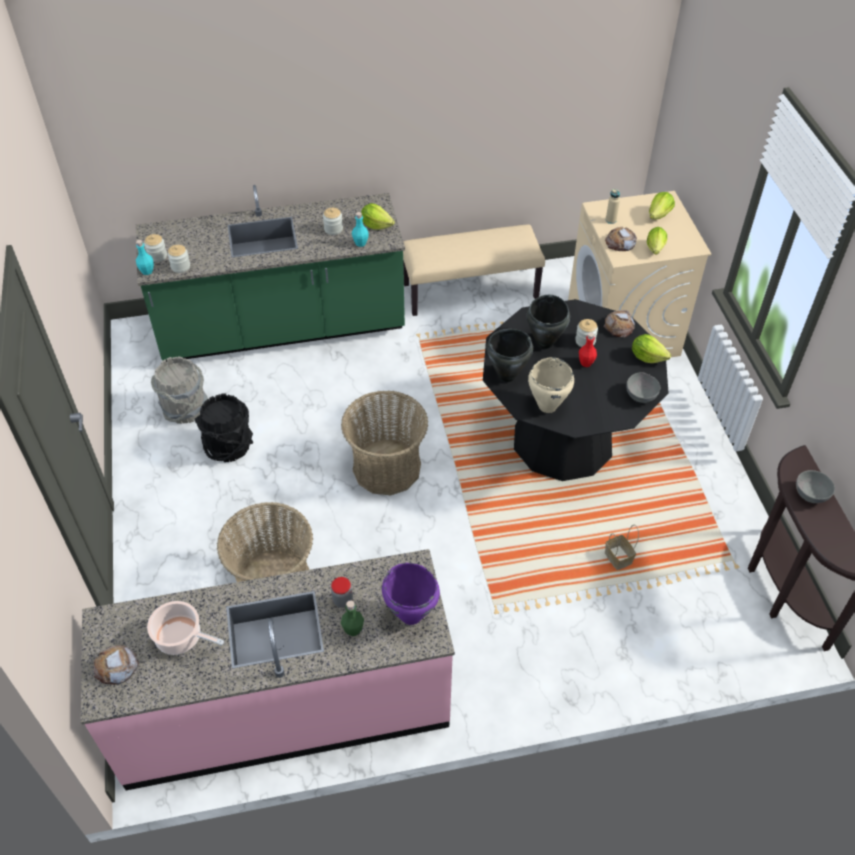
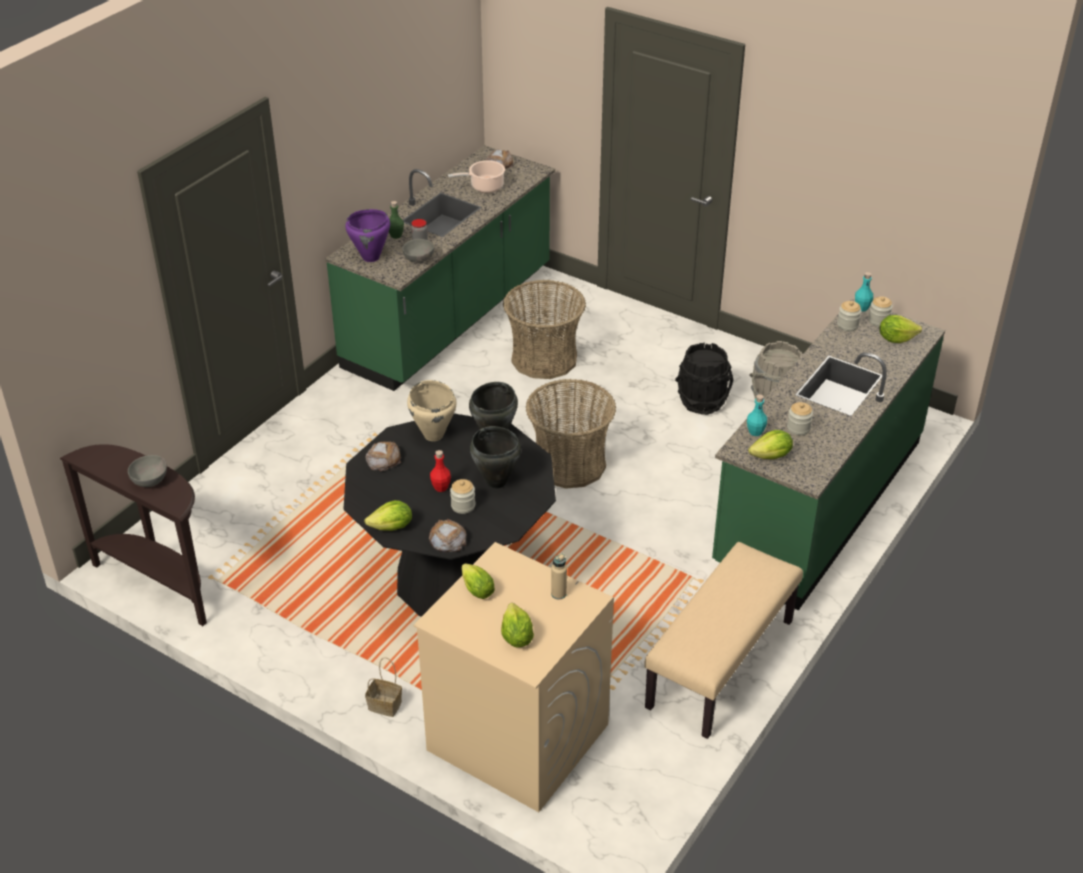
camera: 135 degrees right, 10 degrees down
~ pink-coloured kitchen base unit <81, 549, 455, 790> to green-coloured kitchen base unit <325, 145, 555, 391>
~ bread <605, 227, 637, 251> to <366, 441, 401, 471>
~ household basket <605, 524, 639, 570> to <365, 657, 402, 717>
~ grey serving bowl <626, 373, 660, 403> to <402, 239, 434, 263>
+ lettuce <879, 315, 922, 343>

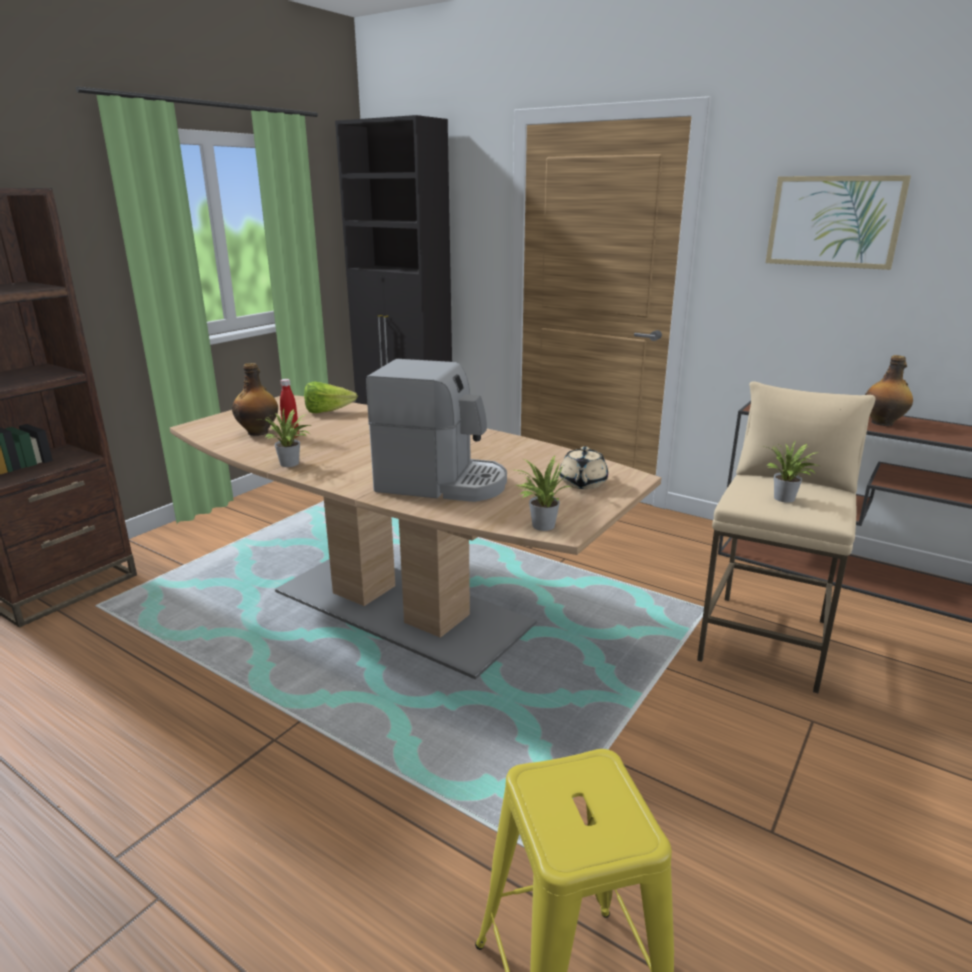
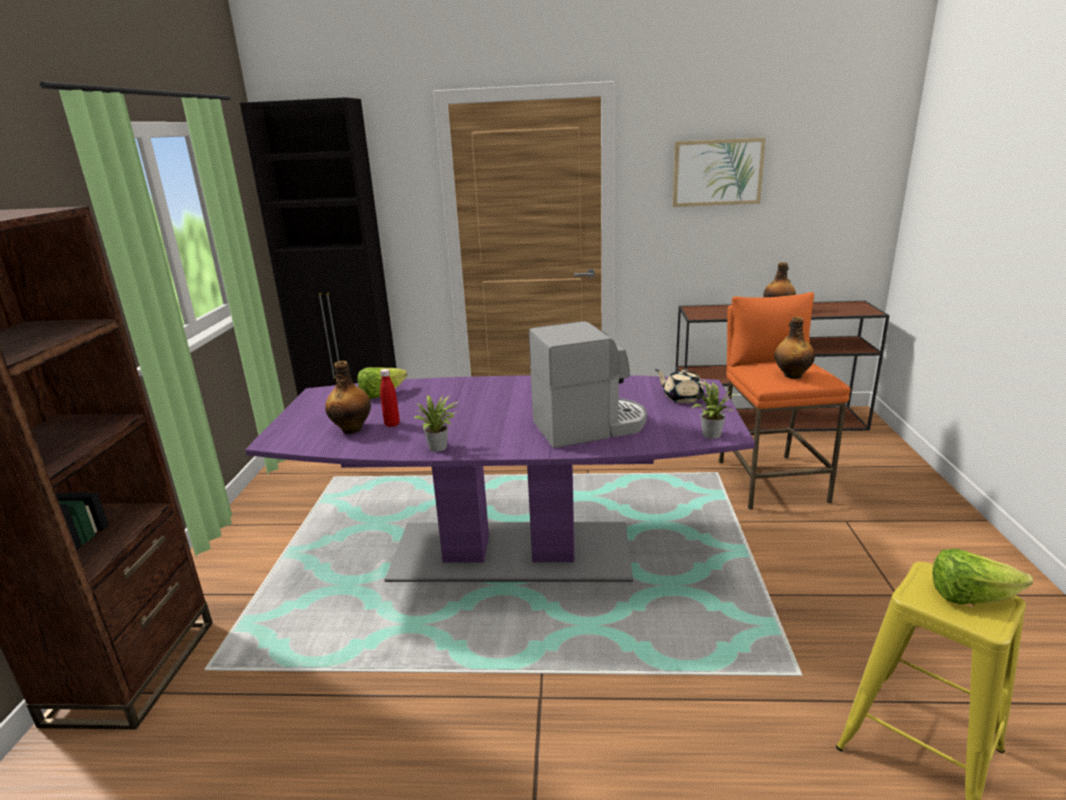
camera: 30 degrees left, 0 degrees up
~ brownish kitchen table <170, 395, 661, 679> to purple-coloured kitchen table <245, 375, 755, 582>
~ beige tea pot <560, 446, 608, 489> = <655, 369, 711, 403> 150 degrees clockwise
~ beige stool <697, 381, 875, 694> to orangey stool <719, 292, 851, 510>
~ potted plant <762, 442, 820, 503> to bottle <774, 317, 815, 379>
+ lettuce <932, 549, 1033, 604>

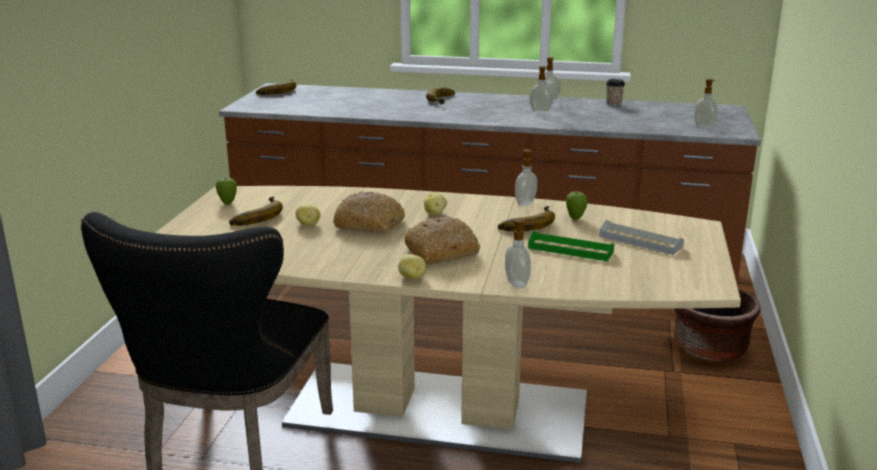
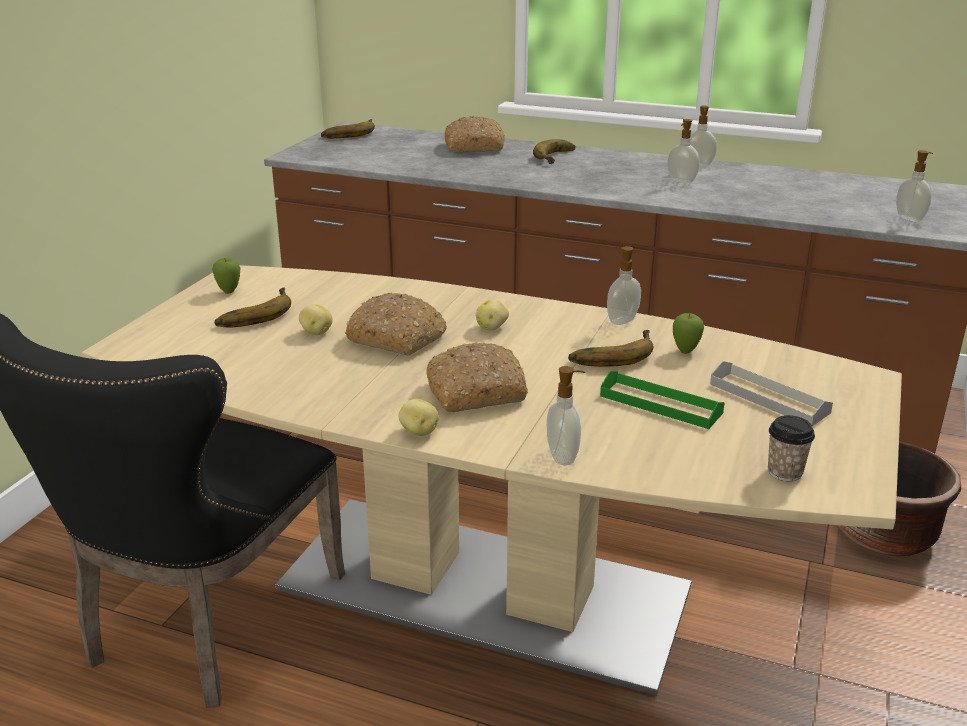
camera: 10 degrees right, 5 degrees up
~ small cup <606, 79, 625, 106> to <768, 415, 815, 481>
+ bread <445, 116, 505, 153>

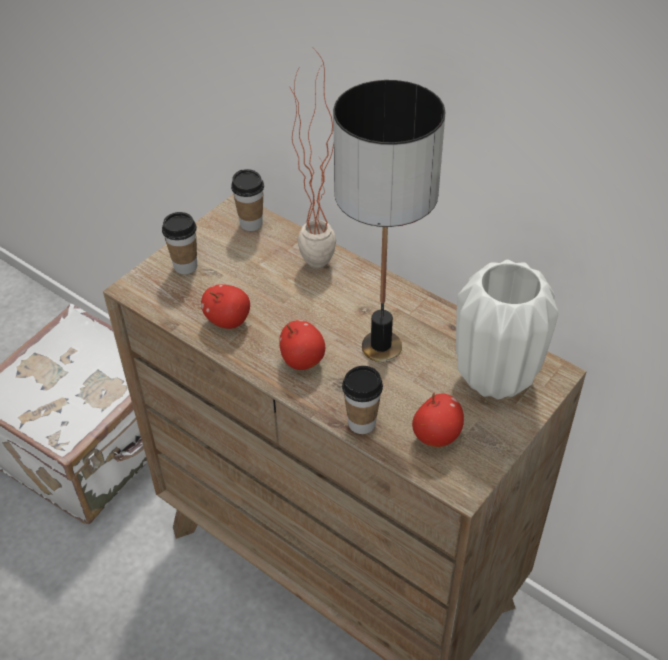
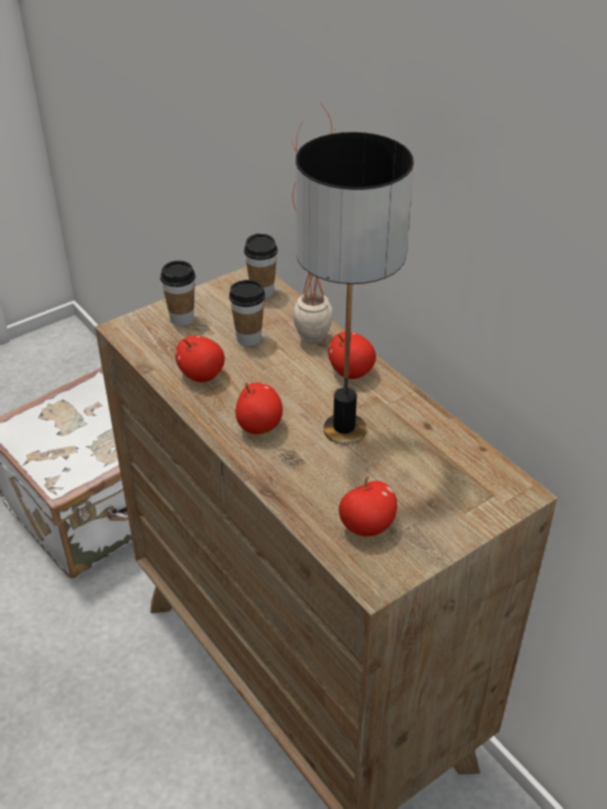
camera: 15 degrees right, 5 degrees down
~ small cup <342, 366, 383, 434> to <229, 280, 265, 346>
- whitish decorative vase <456, 260, 558, 400>
+ apple <328, 332, 376, 379>

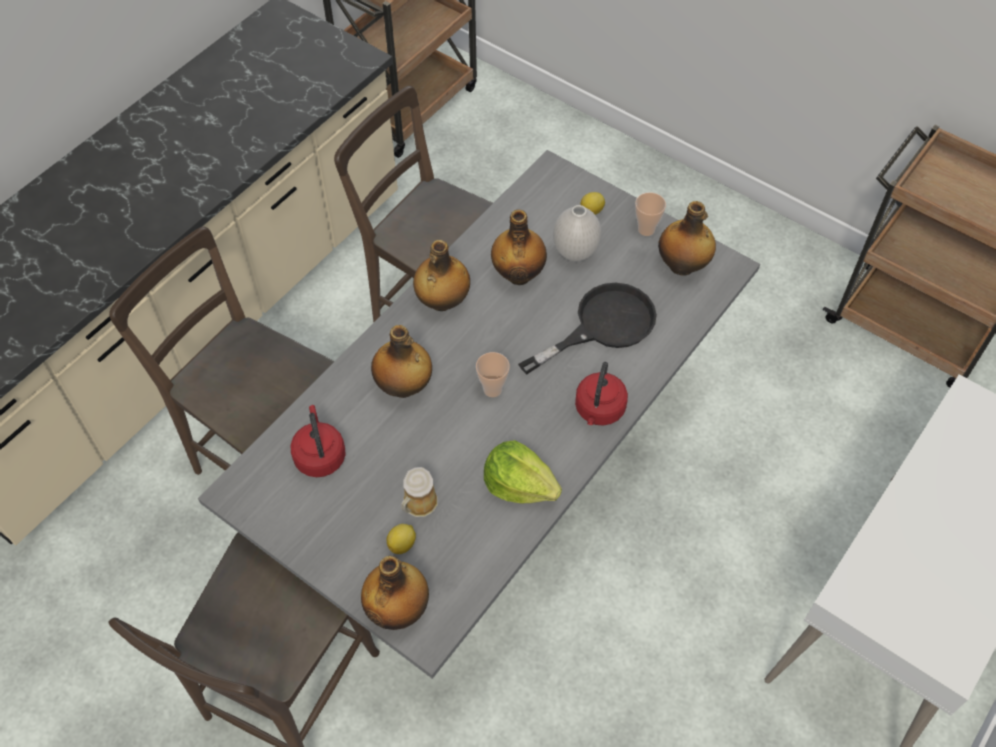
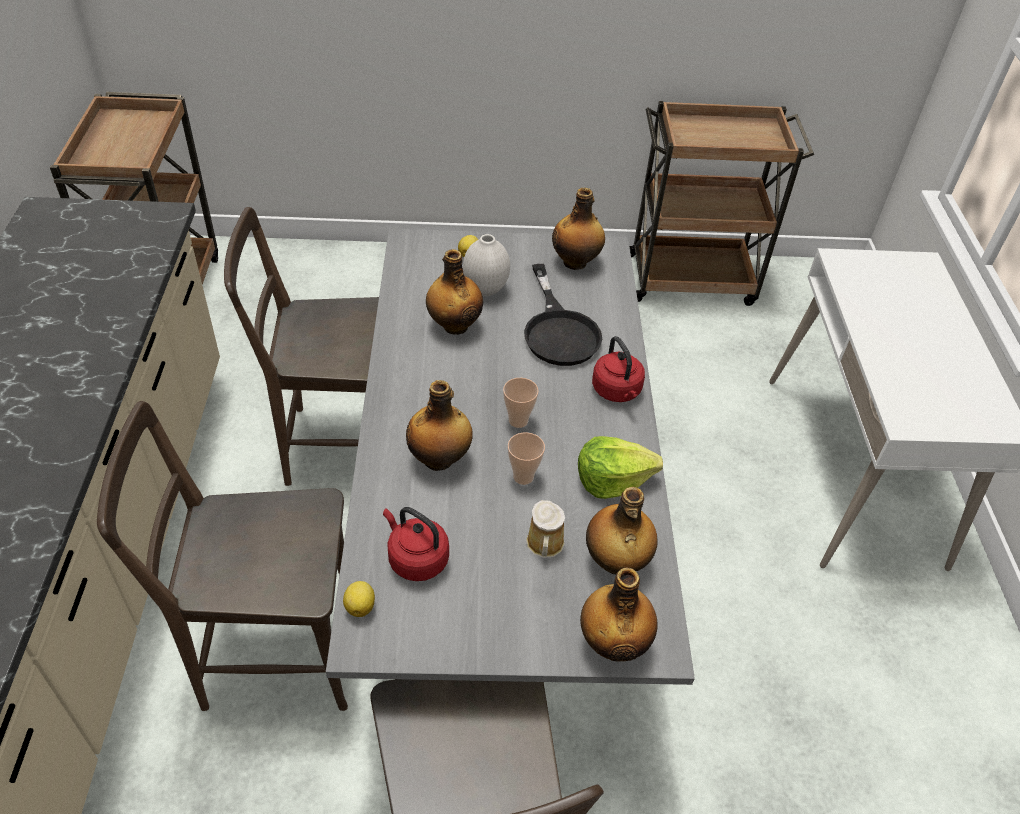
camera: 40 degrees left, 10 degrees down
~ whole lemon <387, 524, 416, 554> to <343, 581, 375, 617>
~ bottle <413, 240, 470, 311> to <586, 487, 658, 574>
~ black-coloured skillet <518, 283, 657, 374> = <524, 264, 602, 366> 150 degrees clockwise
~ small cup <635, 192, 666, 236> to <508, 432, 545, 485>

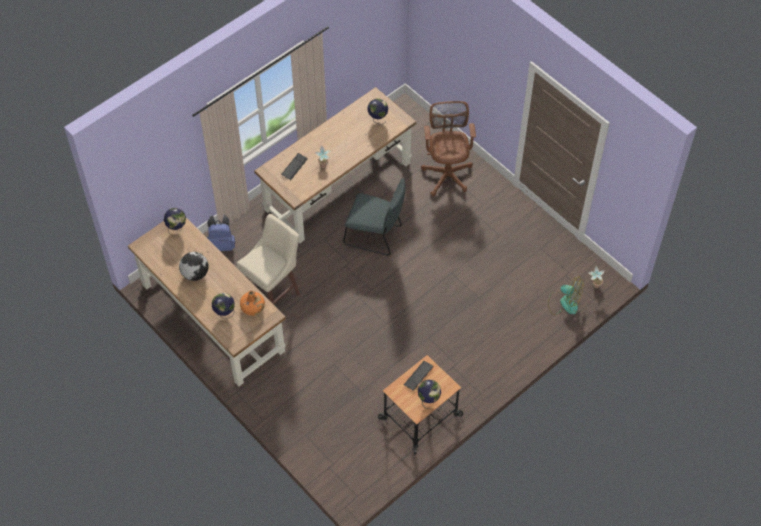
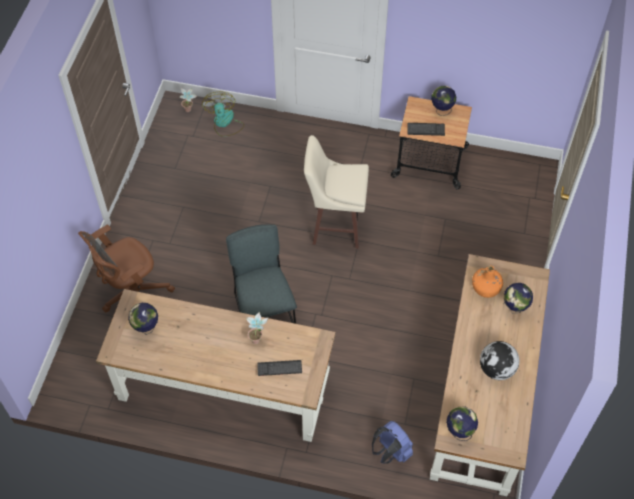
camera: 125 degrees left, 0 degrees up
~ beige stool <236, 214, 300, 304> to <304, 135, 369, 249>

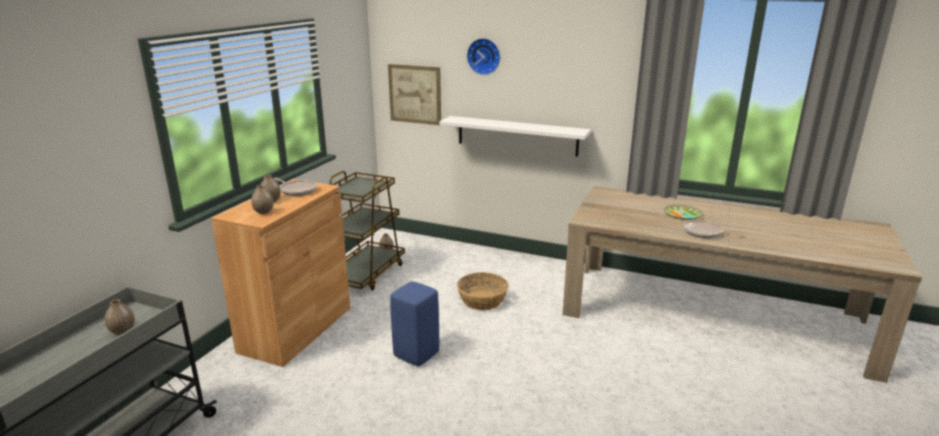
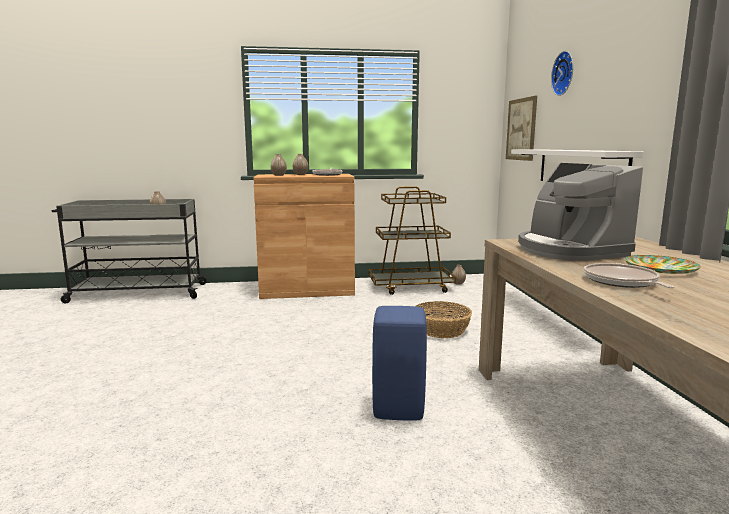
camera: 60 degrees right, 10 degrees down
~ bluish stool <390, 281, 439, 366> to <372, 306, 427, 421>
+ coffee machine <518, 163, 643, 261>

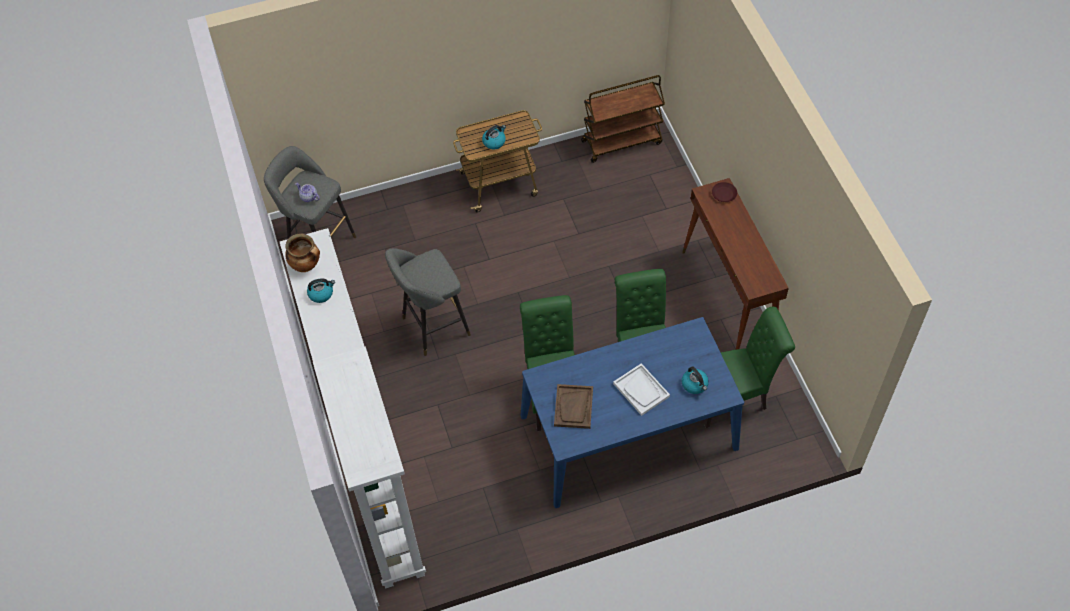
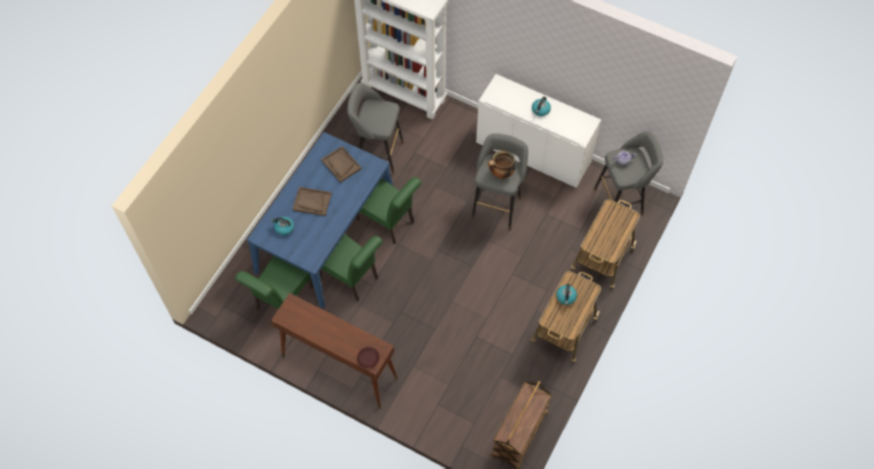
camera: 135 degrees right, 5 degrees up
~ cooking pot <285, 233, 320, 272> to <488, 150, 516, 179>
~ whitish serving tray <613, 363, 670, 416> to brownish serving tray <293, 187, 332, 216>
+ grey stool <347, 83, 404, 175>
+ wheeled cart <571, 200, 640, 289>

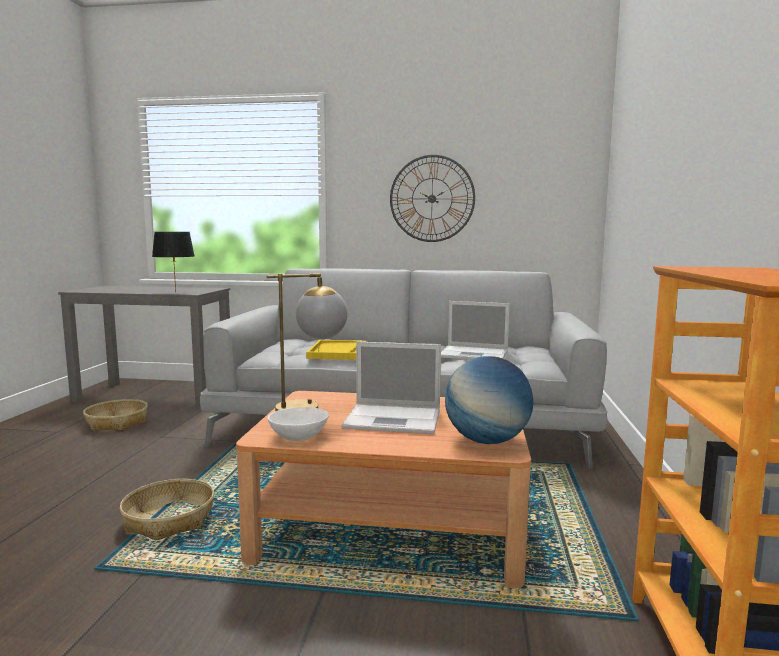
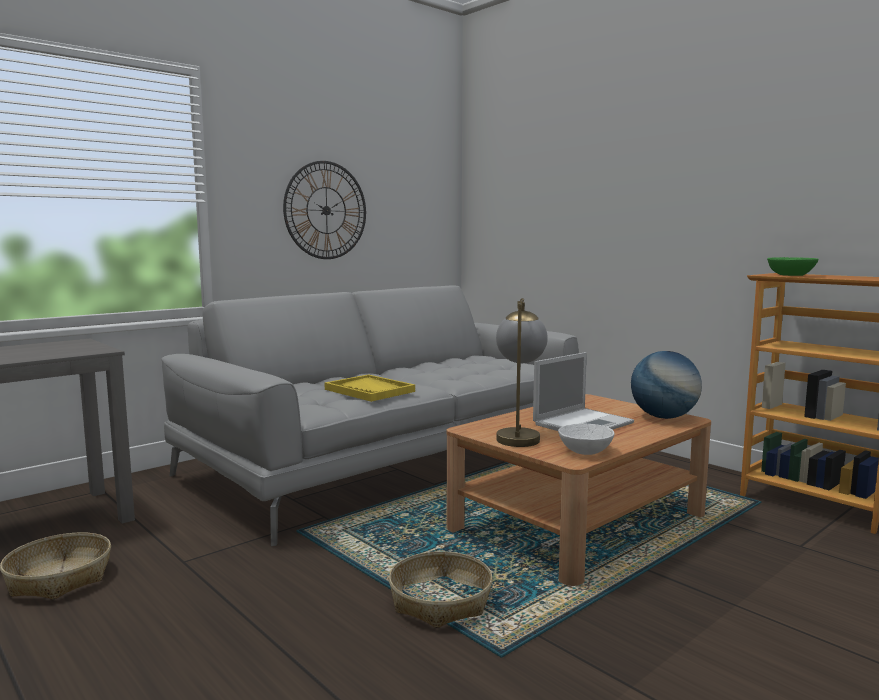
camera: 50 degrees left, 0 degrees up
- black-coloured table lamp <152, 232, 194, 293>
- portable computer <441, 301, 510, 360>
+ green-coloured serving bowl <767, 257, 818, 276>

